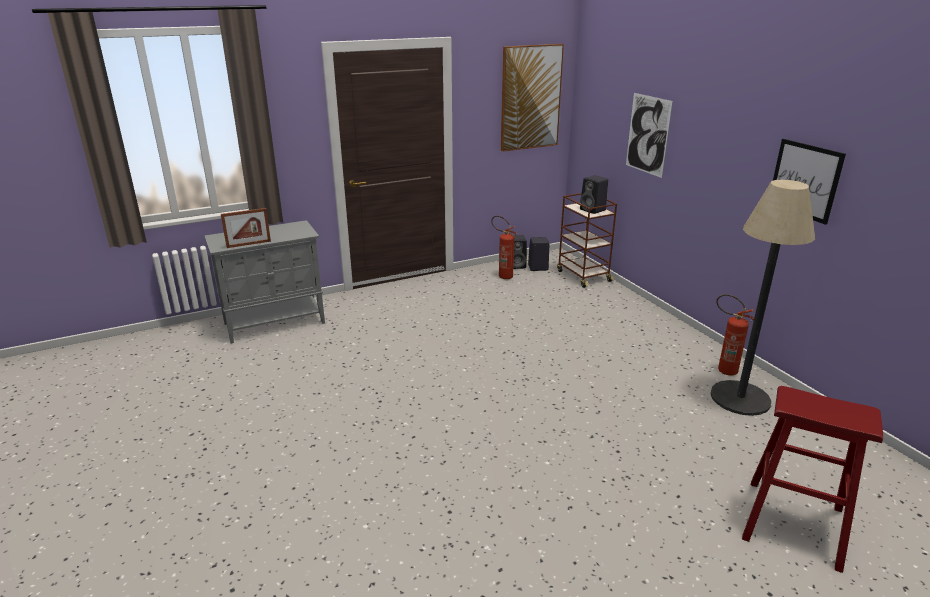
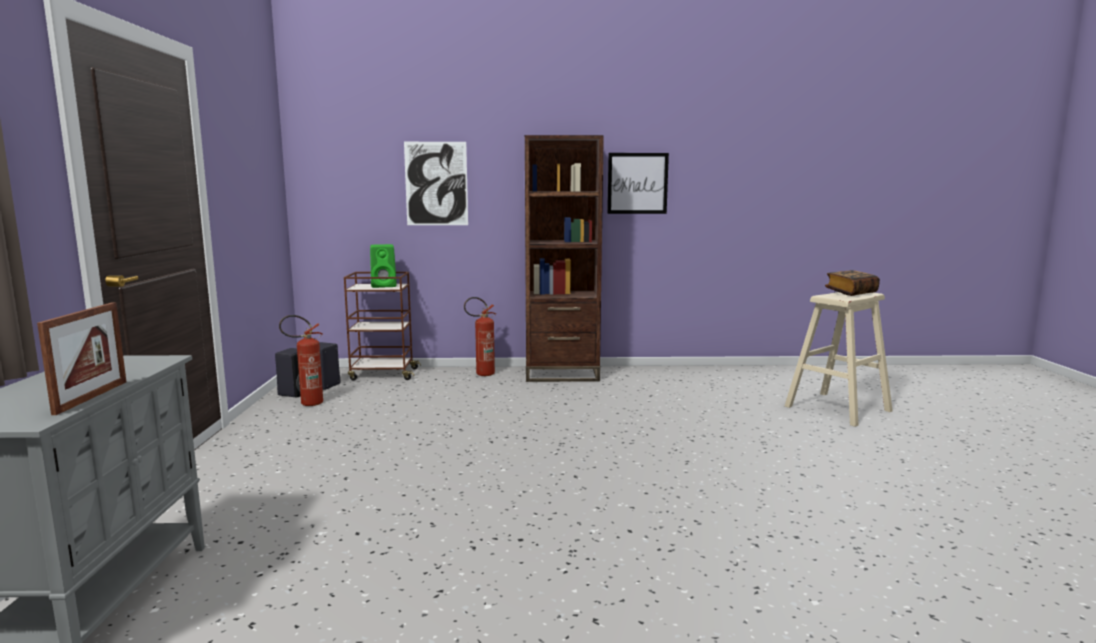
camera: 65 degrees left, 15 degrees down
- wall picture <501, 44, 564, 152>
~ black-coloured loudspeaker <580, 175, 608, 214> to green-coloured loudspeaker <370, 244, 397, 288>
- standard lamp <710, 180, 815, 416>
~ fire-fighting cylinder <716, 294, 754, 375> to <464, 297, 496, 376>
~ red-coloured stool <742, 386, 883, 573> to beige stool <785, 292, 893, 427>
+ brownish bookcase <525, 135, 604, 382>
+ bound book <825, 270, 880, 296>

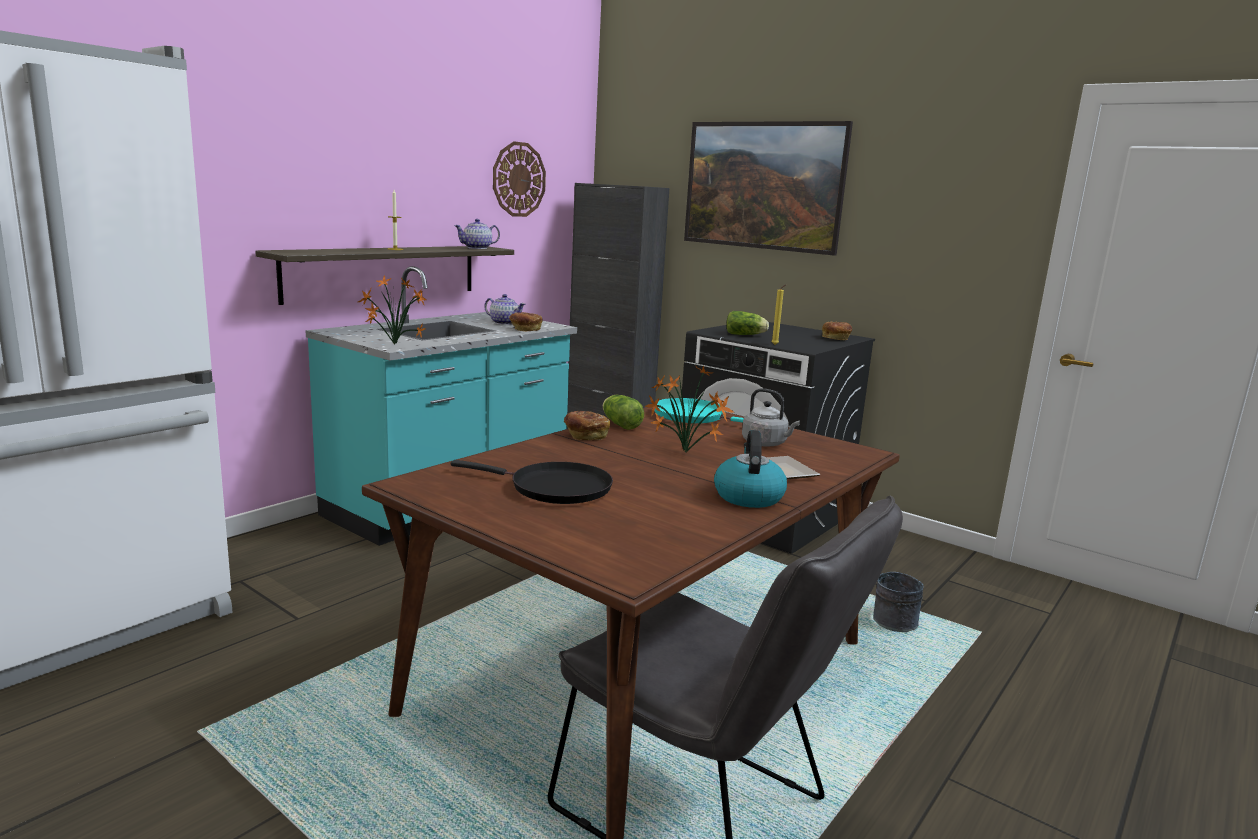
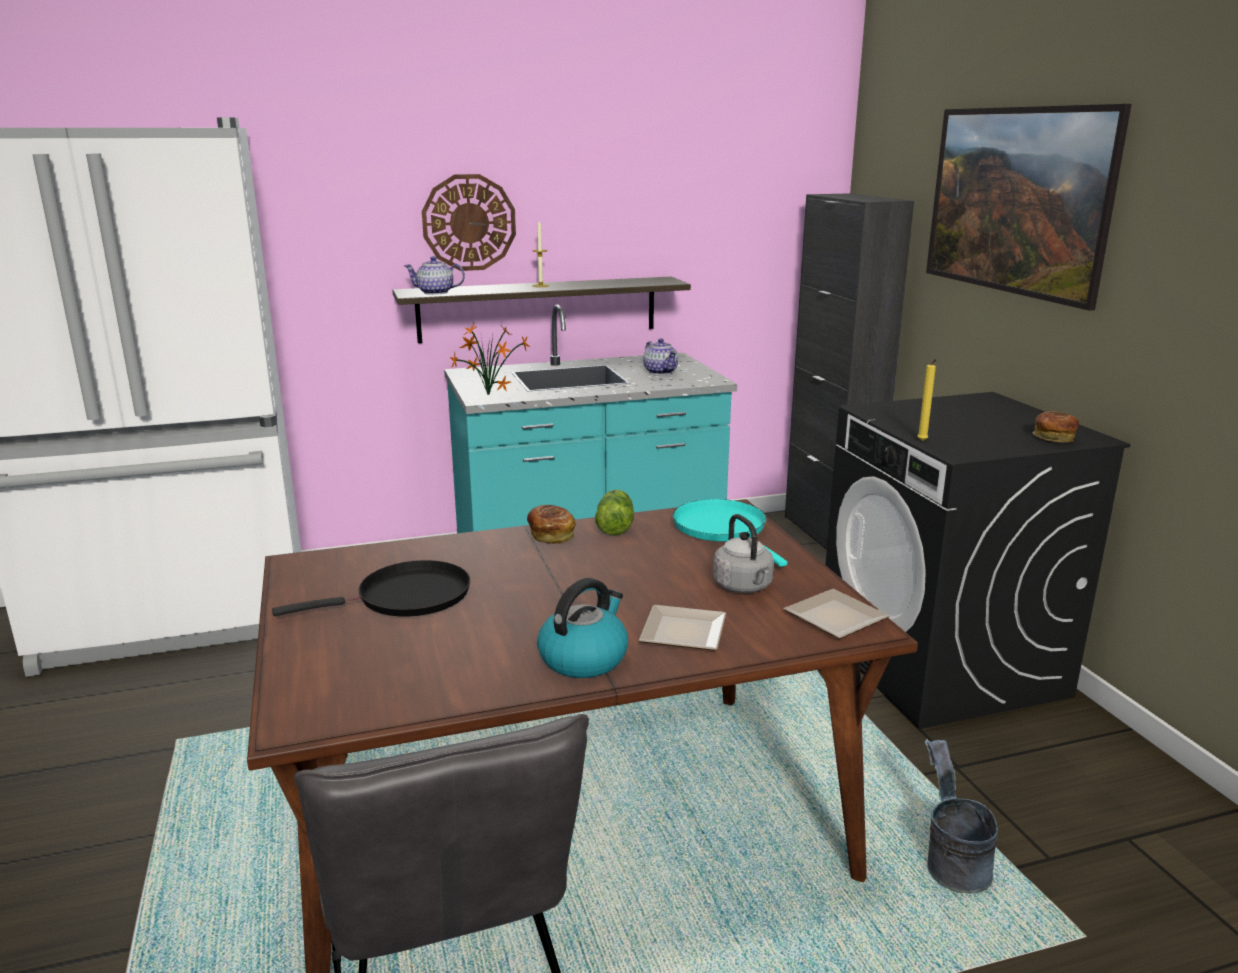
camera: 35 degrees right, 5 degrees up
~ black-coloured skillet <451, 460, 613, 504> = <272, 560, 470, 617> 75 degrees counterclockwise
~ tea pot <454, 219, 500, 249> to <404, 256, 465, 295>
~ clock on the wall <493, 141, 546, 217> to <422, 174, 516, 271>
- bread <509, 312, 543, 331>
- potted plant <645, 366, 734, 453>
- lettuce <726, 311, 769, 335>
+ plate <784, 589, 889, 639>

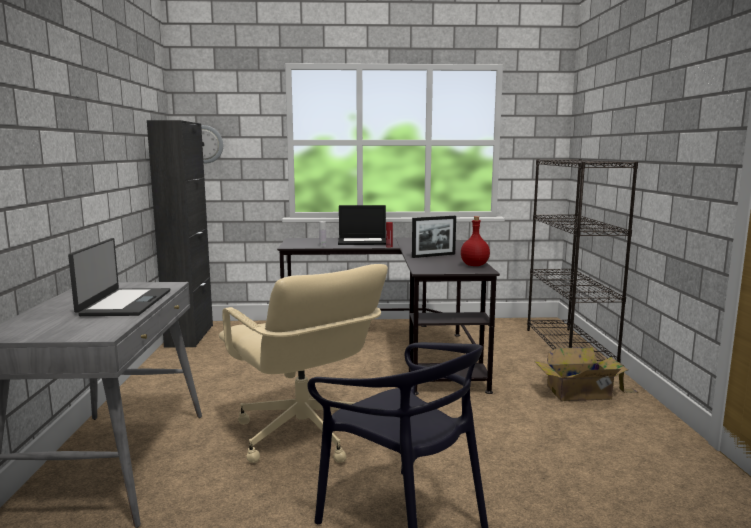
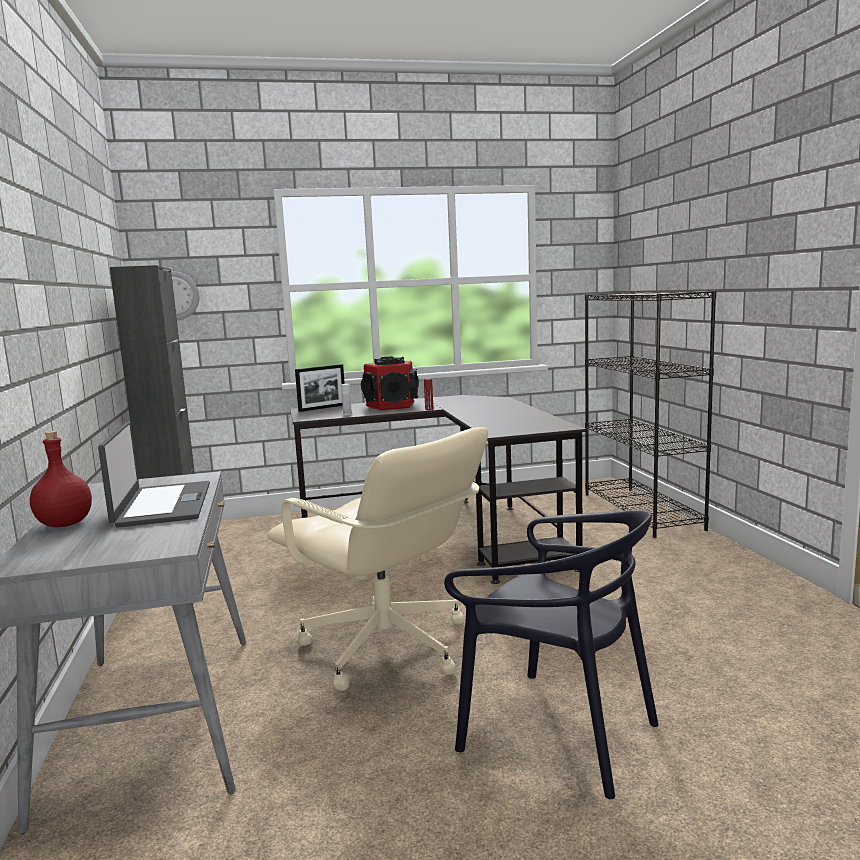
camera: 10 degrees left, 0 degrees up
~ portable computer <338, 205, 386, 245> to loudspeaker <361, 356, 419, 410>
~ photo frame <412, 216, 456, 258> to <295, 364, 345, 412>
~ red-coloured bottle <461, 216, 490, 266> to <30, 431, 92, 527>
- packing box <534, 347, 638, 401>

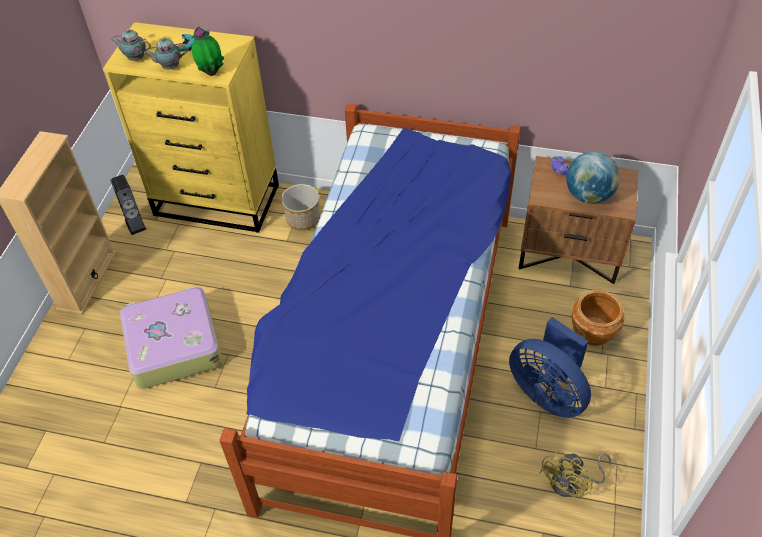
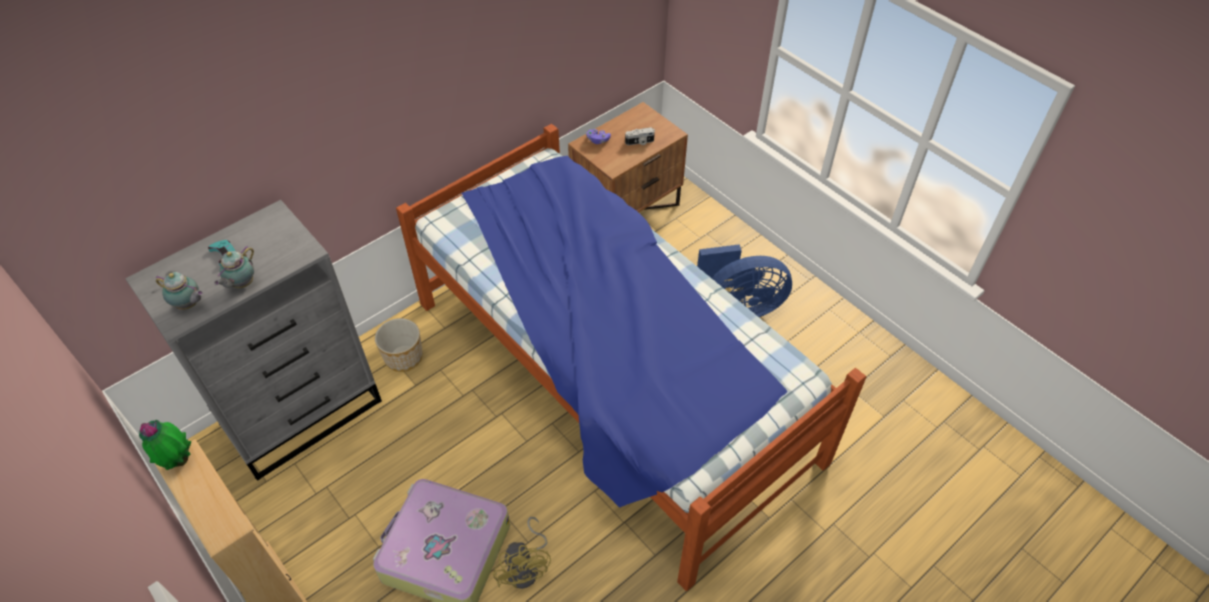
camera: 55 degrees left, 0 degrees up
~ yellow dresser <103, 22, 279, 233> to grey dresser <125, 200, 382, 481>
- loudspeaker <110, 175, 147, 235>
~ tea pot <111, 29, 151, 61> = <156, 272, 203, 310> 120 degrees counterclockwise
~ potted plant <192, 27, 225, 76> to <139, 420, 191, 470>
~ yellow cooling fan <539, 450, 611, 497> to <493, 517, 551, 589>
~ desk globe <566, 151, 620, 204> to still camera <625, 127, 655, 145>
- brownish planter <572, 290, 624, 346>

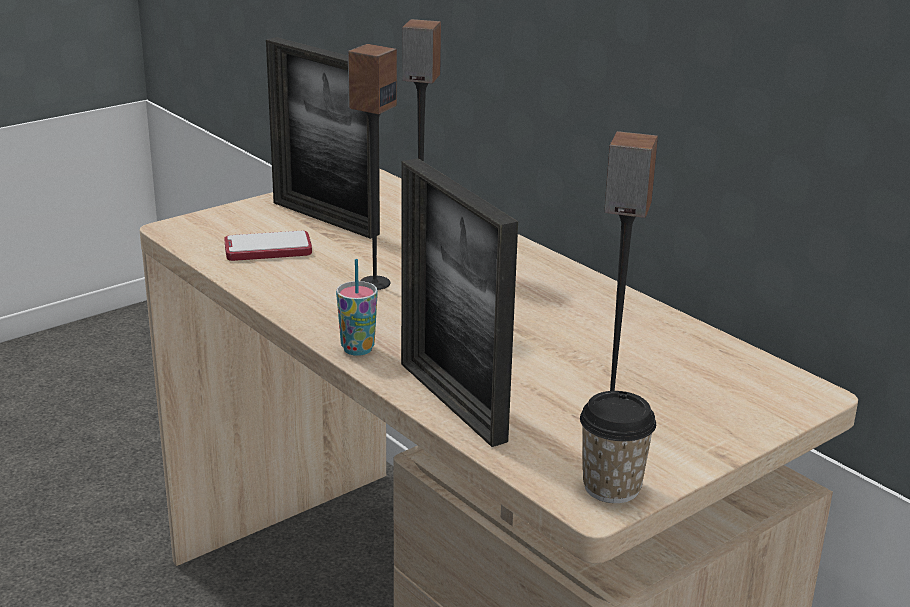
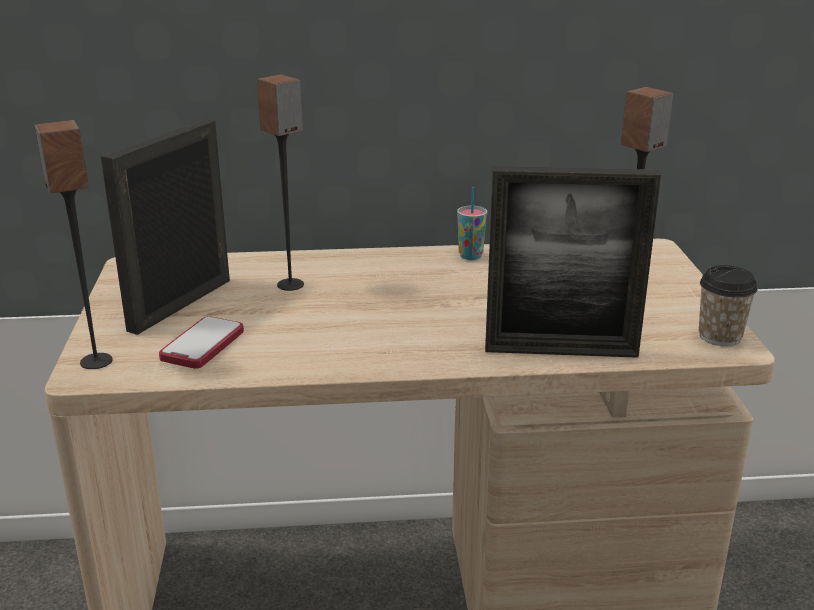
camera: 55 degrees left, 0 degrees up
~ photo frame <266, 37, 380, 239> = <101, 119, 230, 335> 135 degrees clockwise
~ small cup <336, 259, 378, 356> to <457, 187, 487, 260>
~ loudspeaker <348, 44, 397, 290> to <35, 120, 113, 369>

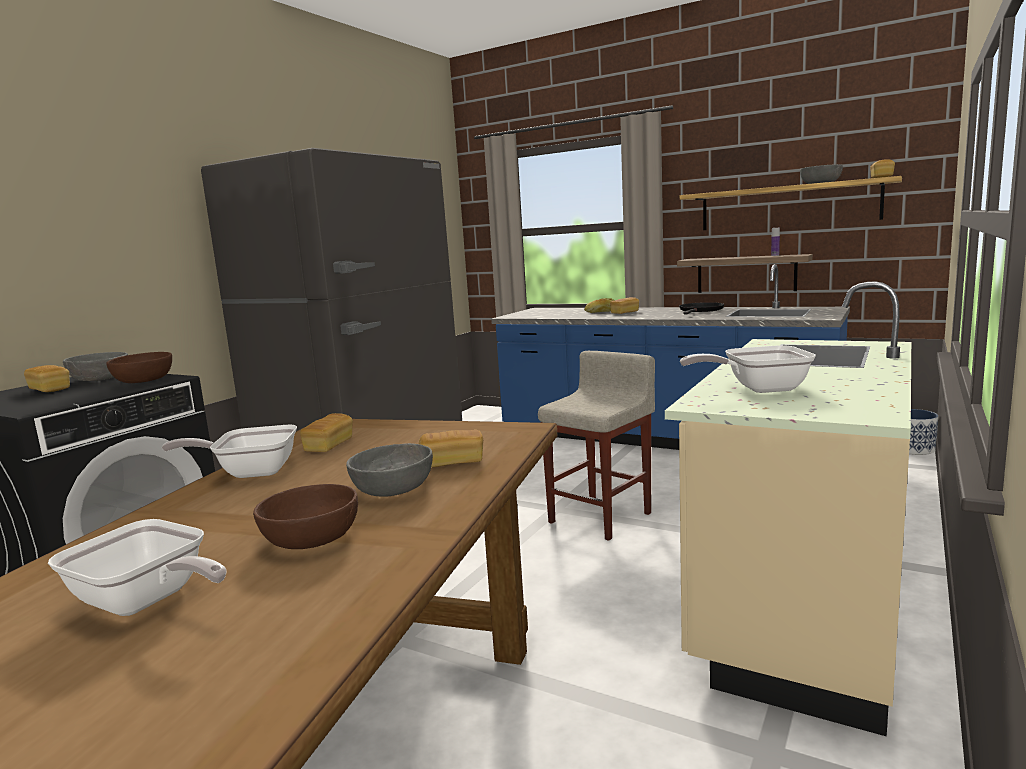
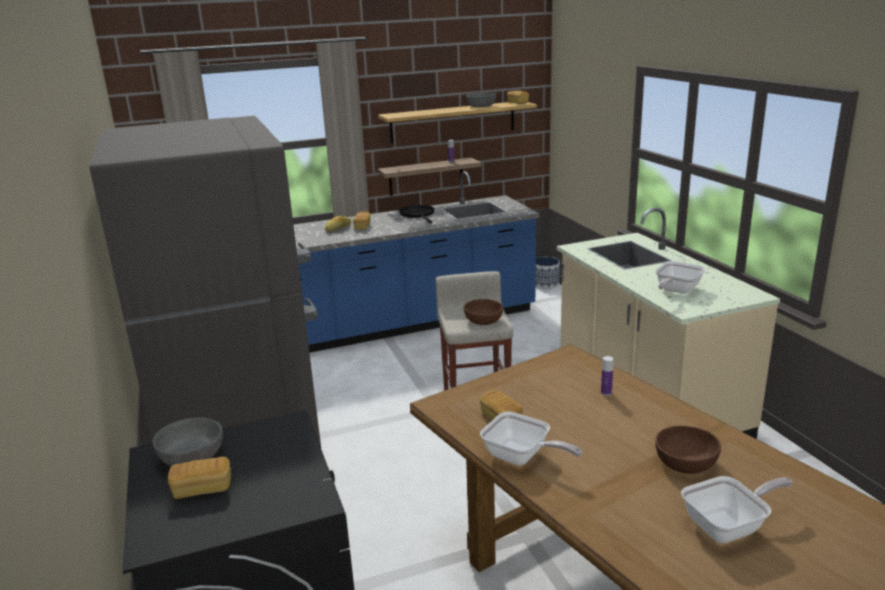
camera: 50 degrees left, 10 degrees up
~ brownish serving bowl <106, 352, 172, 383> to <464, 299, 503, 325>
~ skillet <162, 425, 297, 478> = <480, 412, 582, 465> 90 degrees counterclockwise
- grey serving bowl <346, 443, 433, 497>
~ bread <419, 430, 483, 467> to bottle <601, 356, 614, 396>

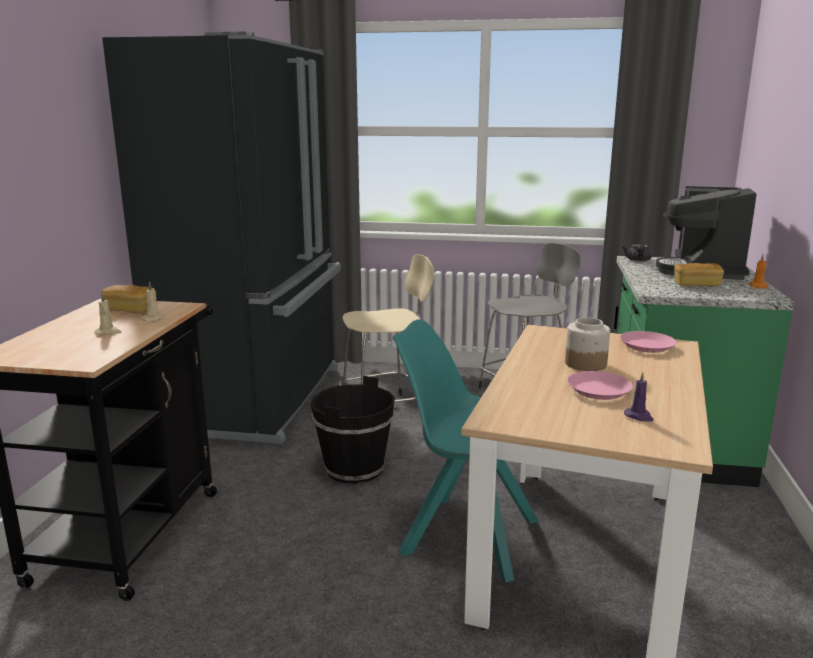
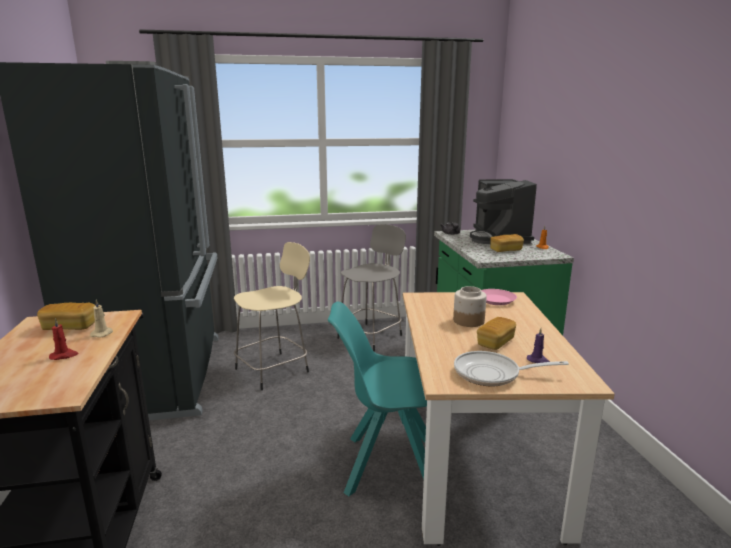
camera: 20 degrees left, 0 degrees up
~ beige candle <94, 293, 122, 335> to red-coloured candle <49, 318, 79, 360>
- black-coloured bucket <310, 376, 395, 483>
~ pink-coloured plate <567, 371, 633, 400> to bread <477, 317, 516, 350>
+ skillet <454, 351, 569, 387>

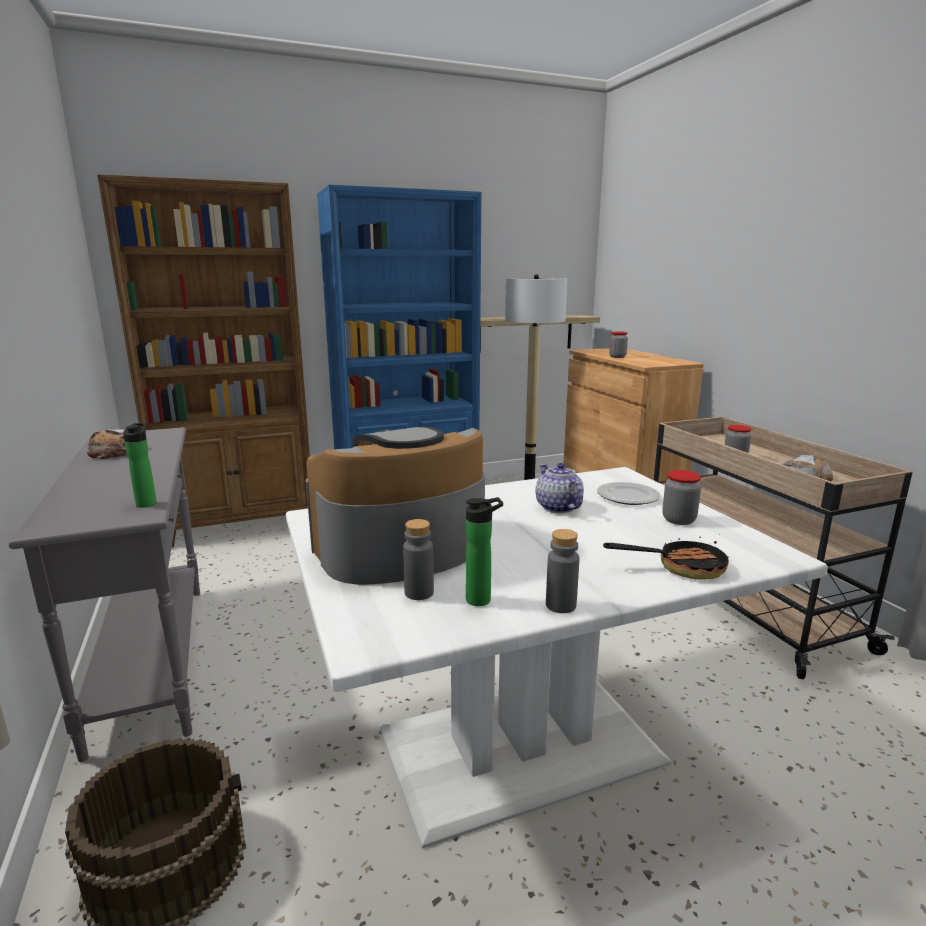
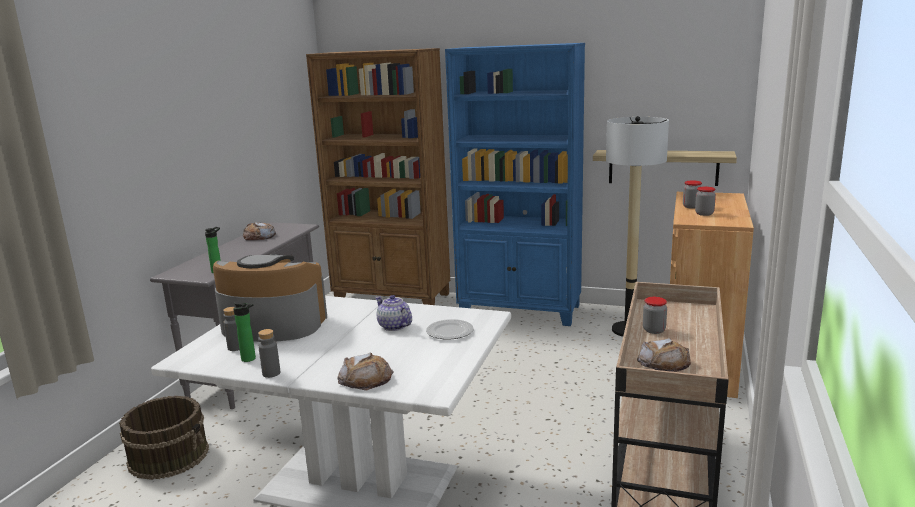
camera: 40 degrees right, 0 degrees up
~ tea pot <536, 463, 584, 513> = <375, 295, 412, 331> 60 degrees counterclockwise
~ skillet <603, 534, 729, 580> to bread <337, 353, 394, 391>
~ jar <662, 470, 701, 525> to <695, 187, 716, 216>

